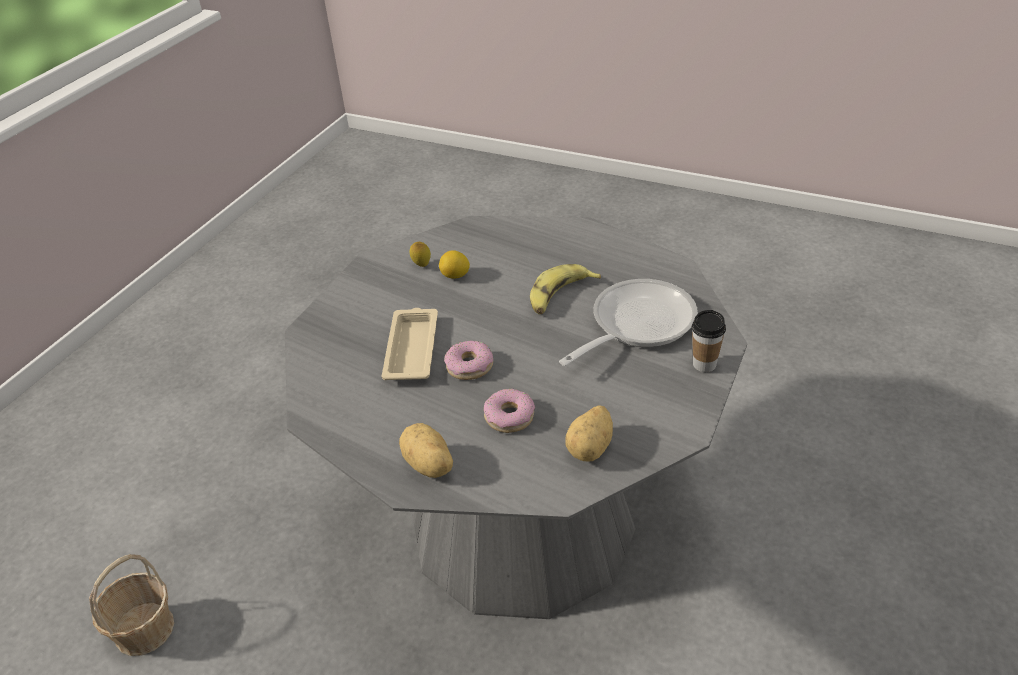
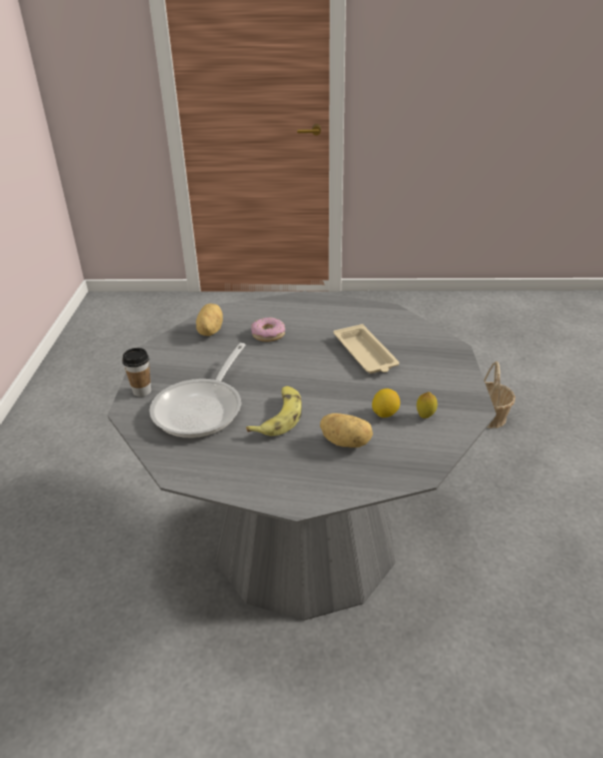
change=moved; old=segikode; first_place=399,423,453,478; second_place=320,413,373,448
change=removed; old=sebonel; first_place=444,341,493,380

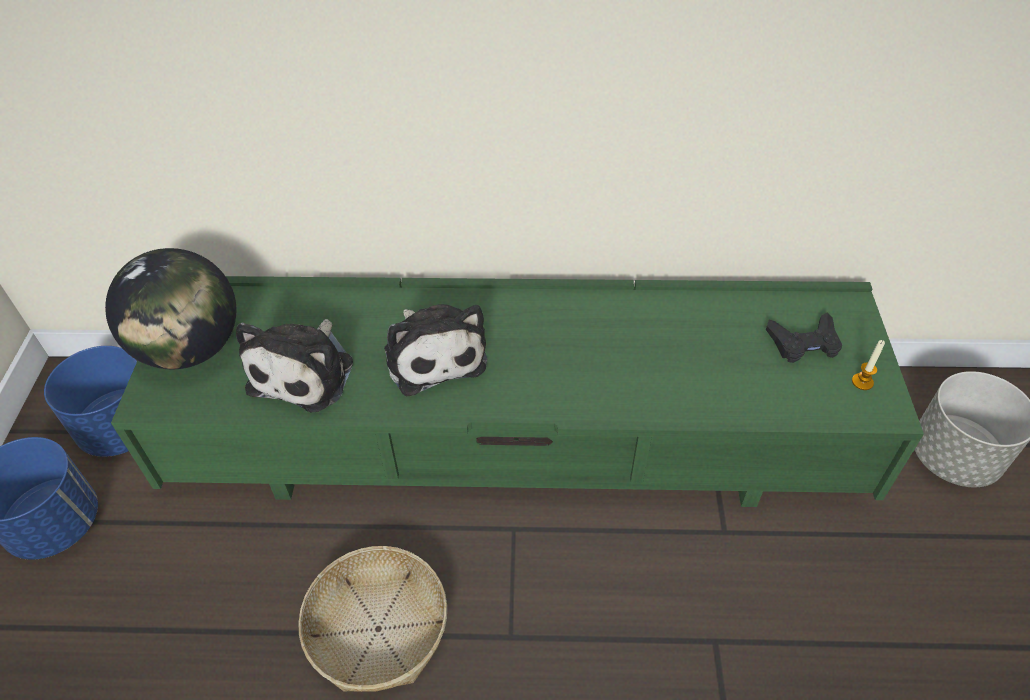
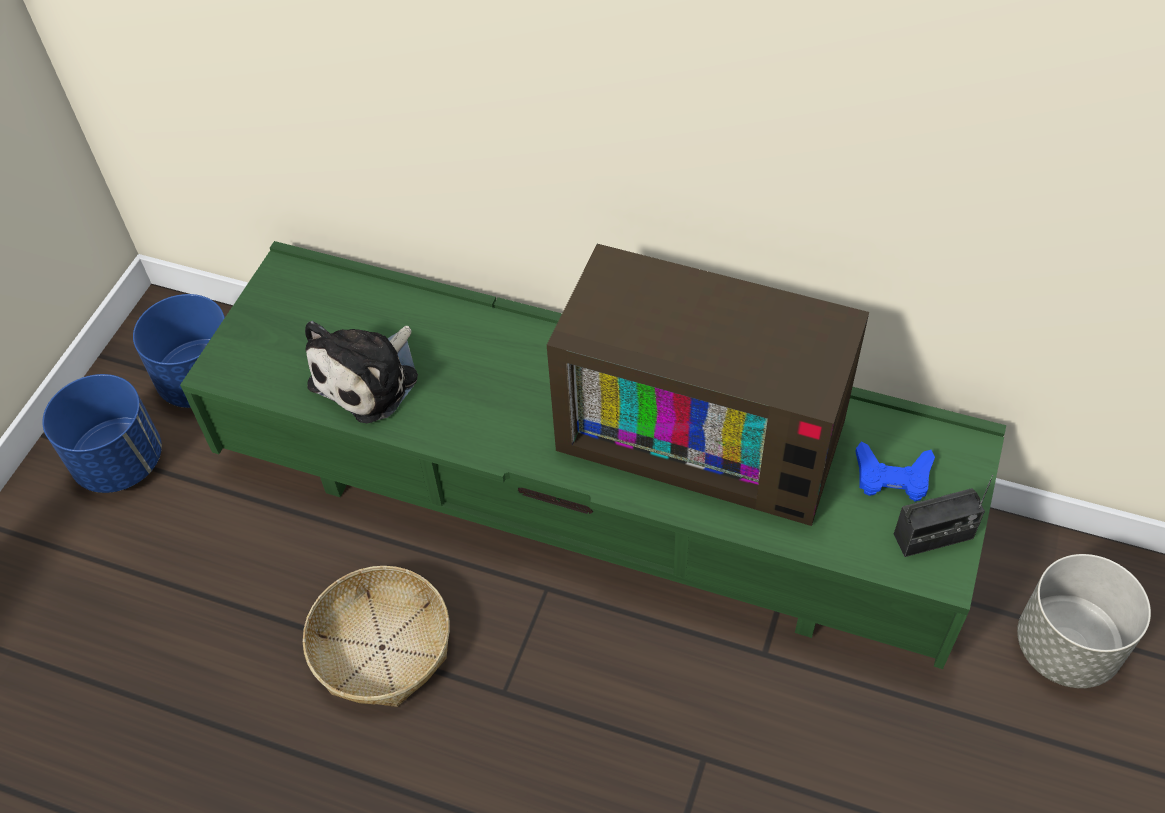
change=removed; old=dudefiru; first_place=105,248,236,369
change=removed; old=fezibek; first_place=384,304,487,396
change=recoloured; old=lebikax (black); new=lebikax (blue); first_place=766,312,842,363; second_place=855,442,935,502
change=replaced; old=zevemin; new=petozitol; first_place=852,340,885,390; second_place=894,475,993,557
change=added; new=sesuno; second_place=547,244,869,526

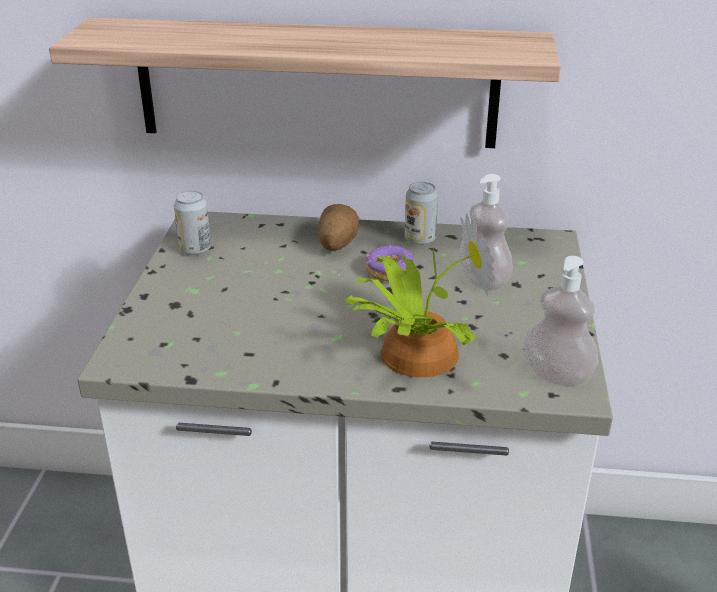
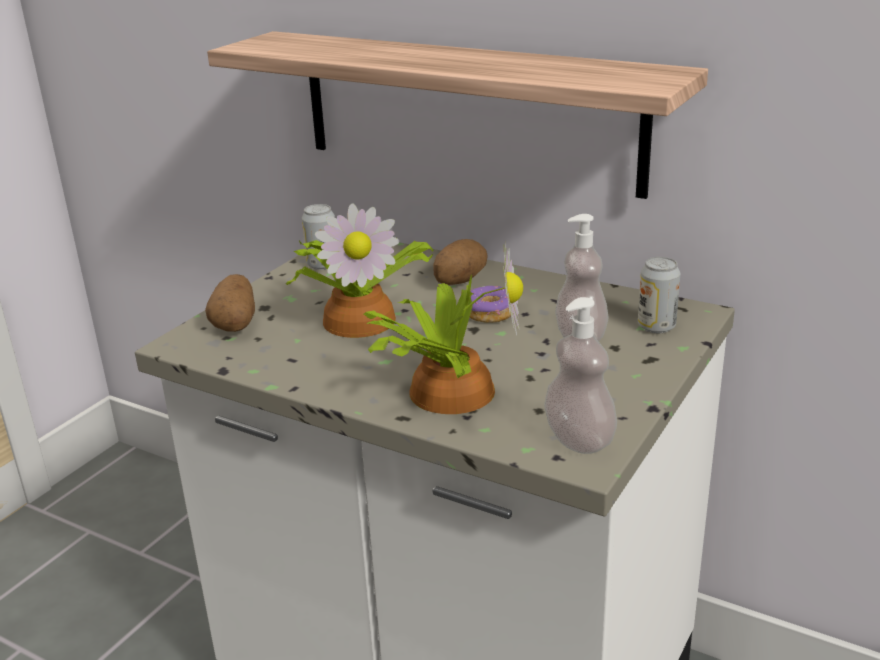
change=moved; old=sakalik; first_place=405,182,438,245; second_place=638,257,681,333
change=added; new=segikode; second_place=205,274,255,332
change=added; new=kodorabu; second_place=286,203,434,338

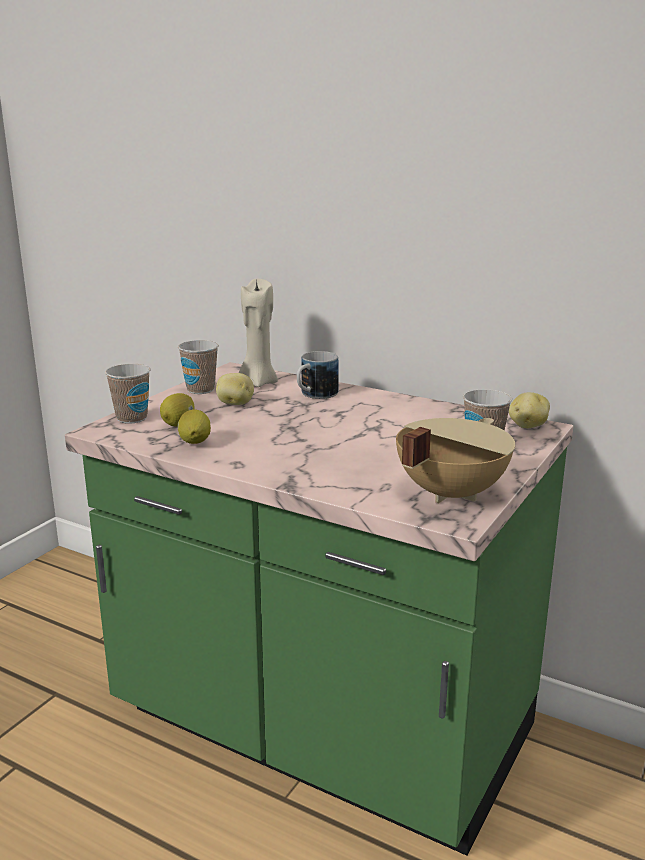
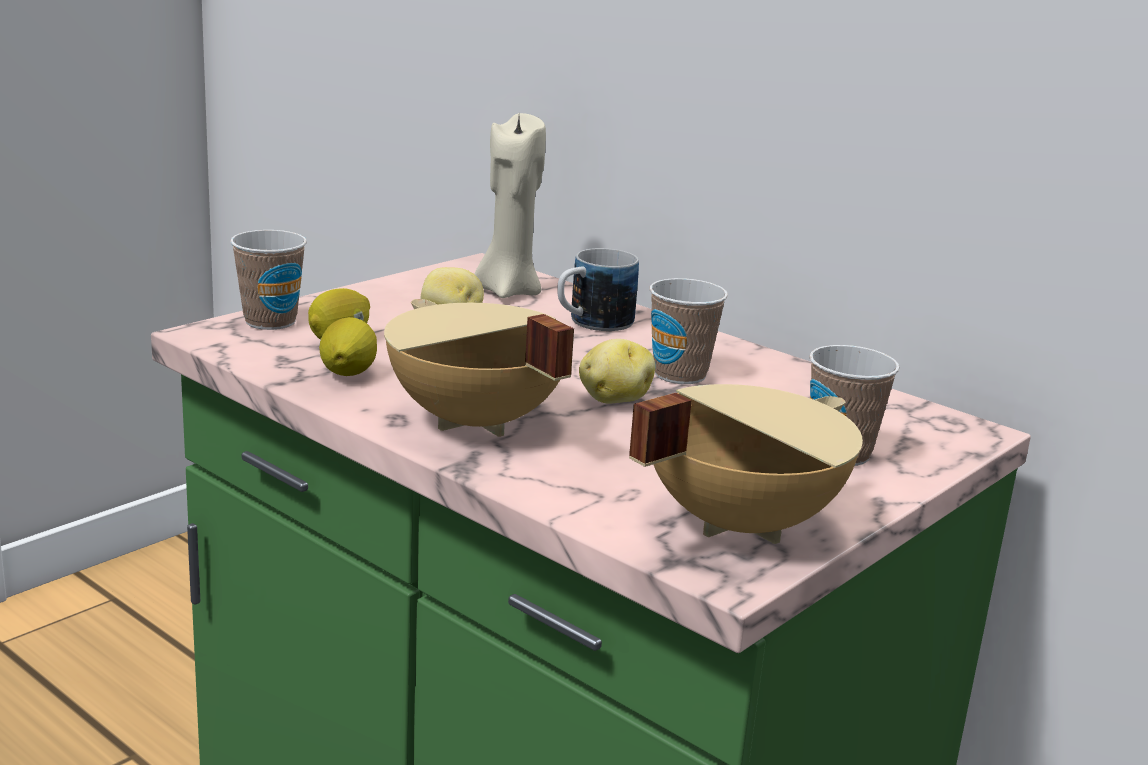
change=moved; old=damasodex; first_place=178,340,219,394; second_place=649,278,728,384
change=moved; old=segikode; first_place=509,392,550,428; second_place=579,339,655,404
change=added; new=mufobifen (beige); second_place=384,299,574,437

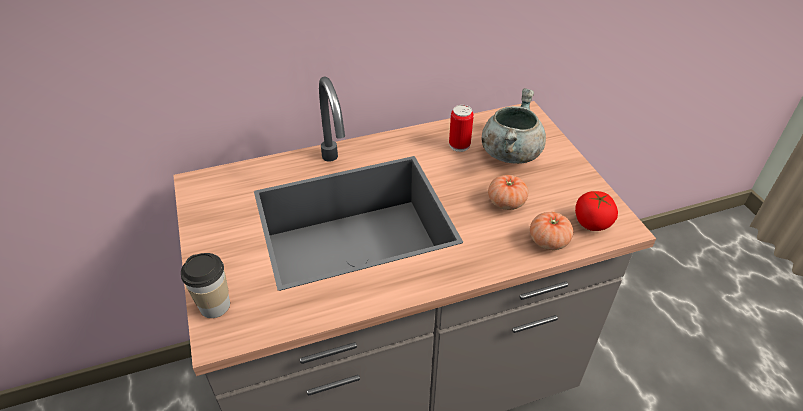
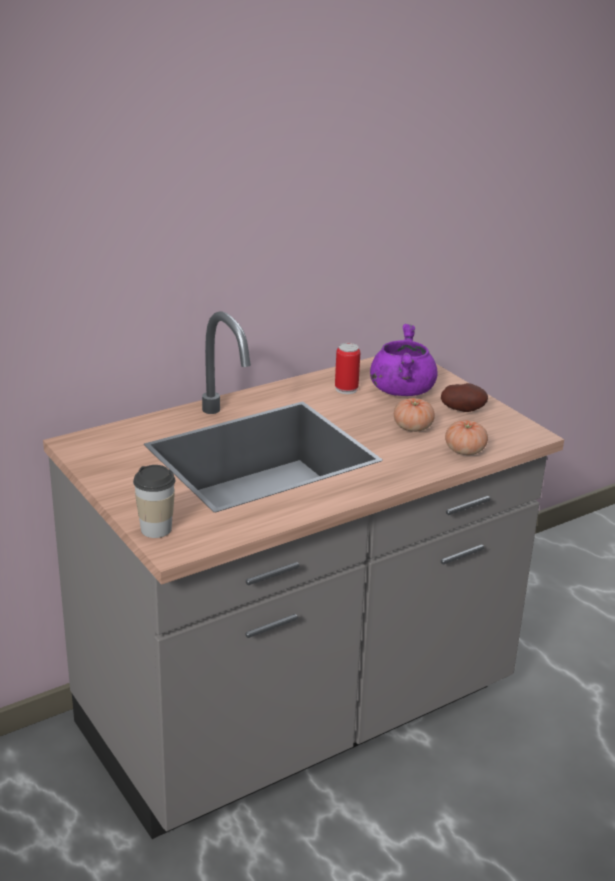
change=recoloured; old=mufobifen (grey); new=mufobifen (purple); first_place=482,88,546,164; second_place=370,324,438,396
change=removed; old=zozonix; first_place=575,191,618,231
change=added; new=segikode; second_place=441,383,488,412

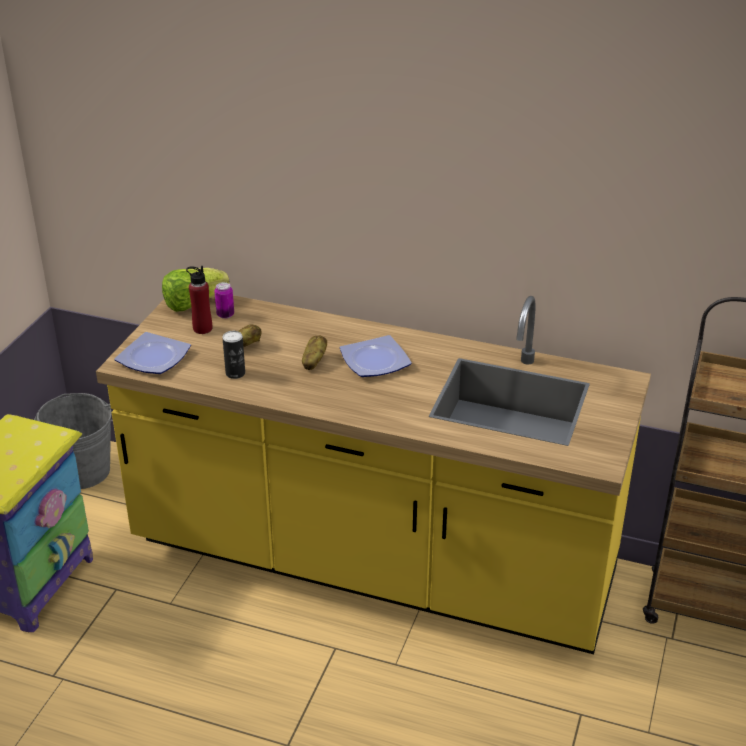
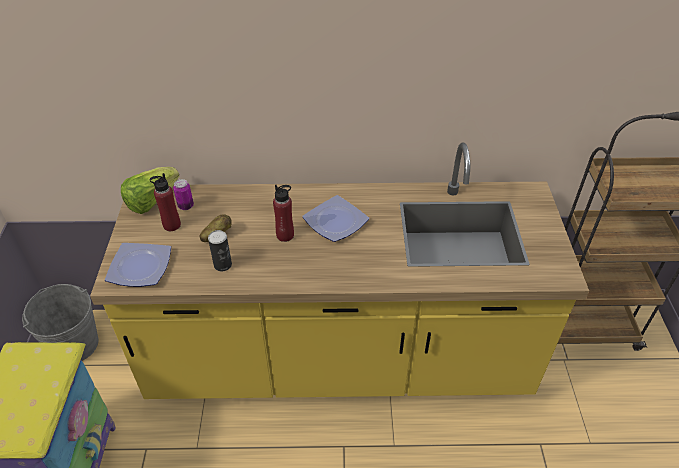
change=replaced; old=segikode; new=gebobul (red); first_place=302,336,327,370; second_place=273,185,294,242

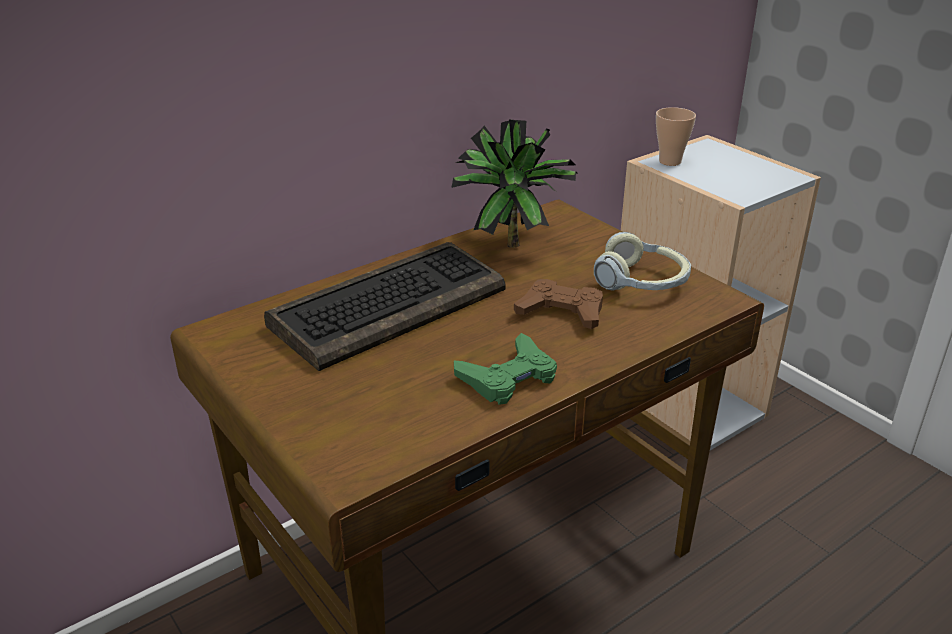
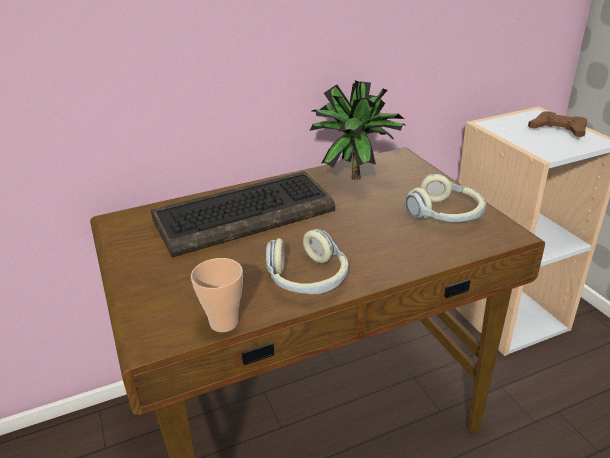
change=replaced; old=lebikax (green); new=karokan; first_place=454,333,557,405; second_place=266,229,348,294
change=moved; old=lebikax (brown); first_place=514,279,603,329; second_place=528,111,587,137
change=moved; old=damasodex; first_place=656,107,696,166; second_place=191,258,243,332

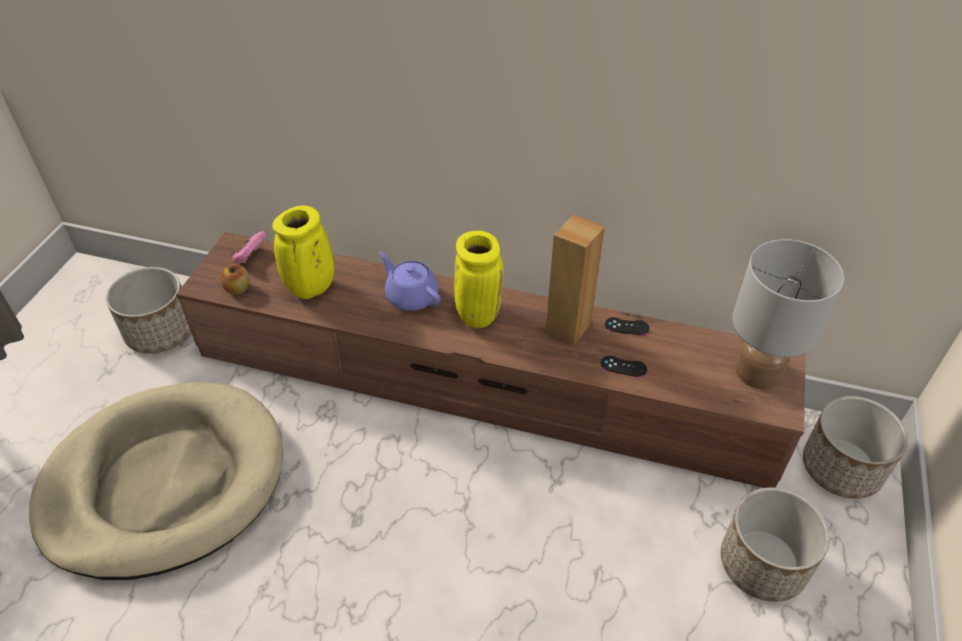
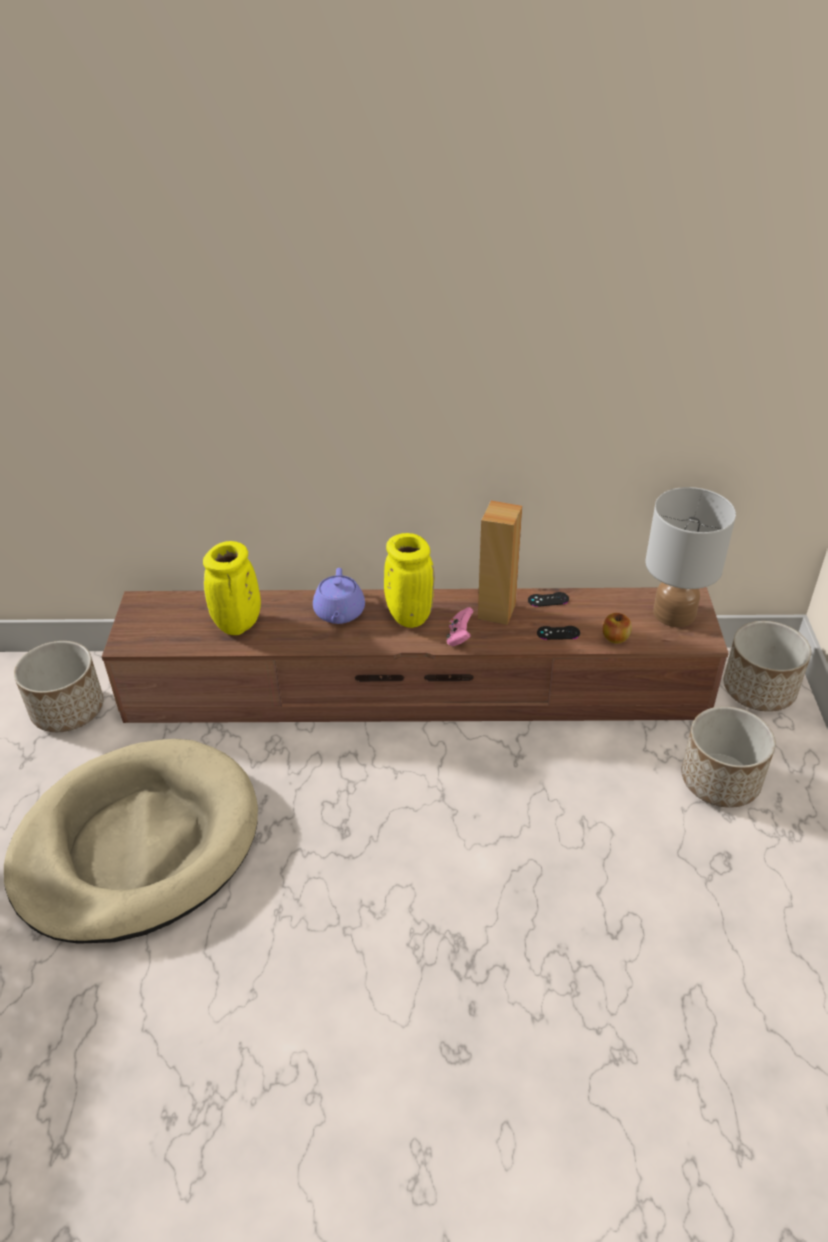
change=moved; old=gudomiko; first_place=221,264,250,294; second_place=603,613,632,644
change=moved; old=lebikax (pink); first_place=231,231,267,264; second_place=446,607,473,646
change=turned; old=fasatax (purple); first_place=379,252,440,311; second_place=313,568,365,624; degrees=-120

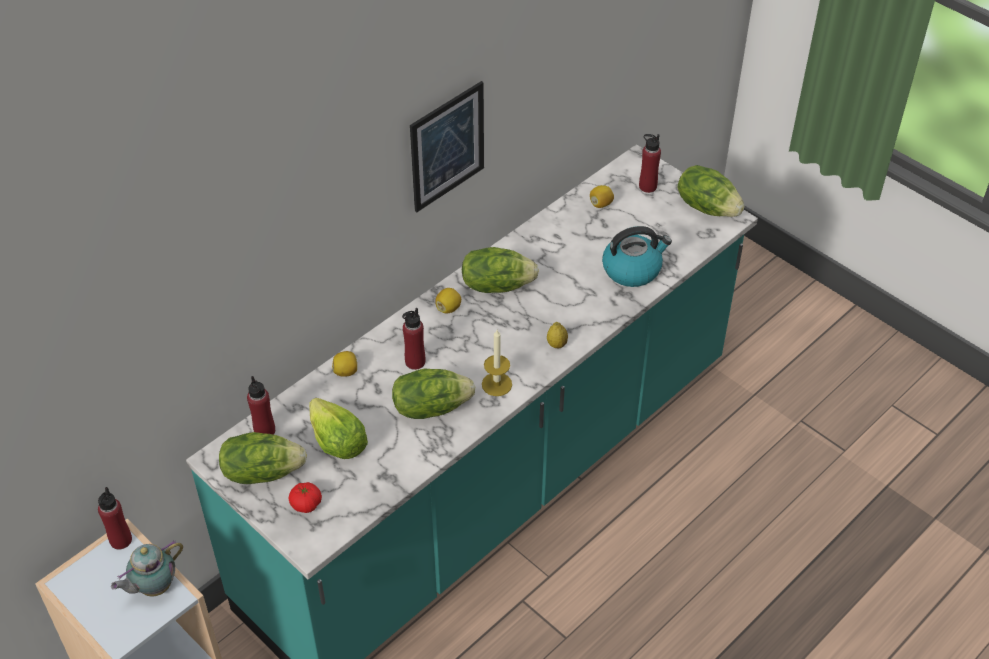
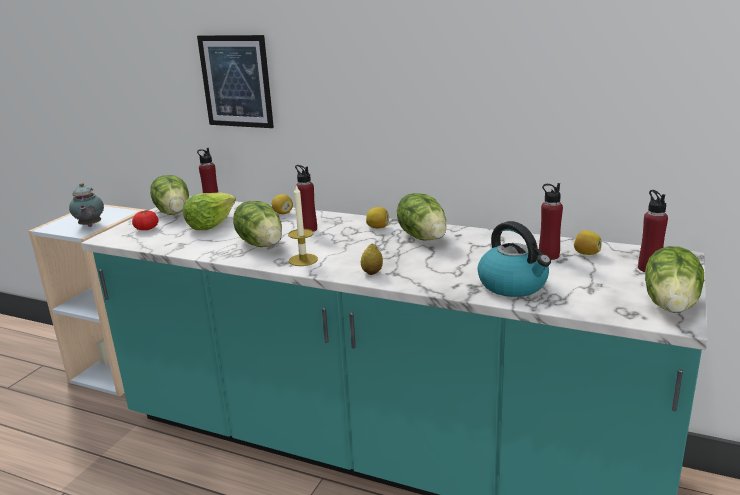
change=moved; old=gebobul (red); first_place=98,487,132,549; second_place=539,183,563,260
change=turned; old=fasatax; first_place=111,540,183,596; second_place=69,183,104,227; degrees=-135
change=moved; old=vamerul; first_place=410,81,484,212; second_place=197,35,274,128

